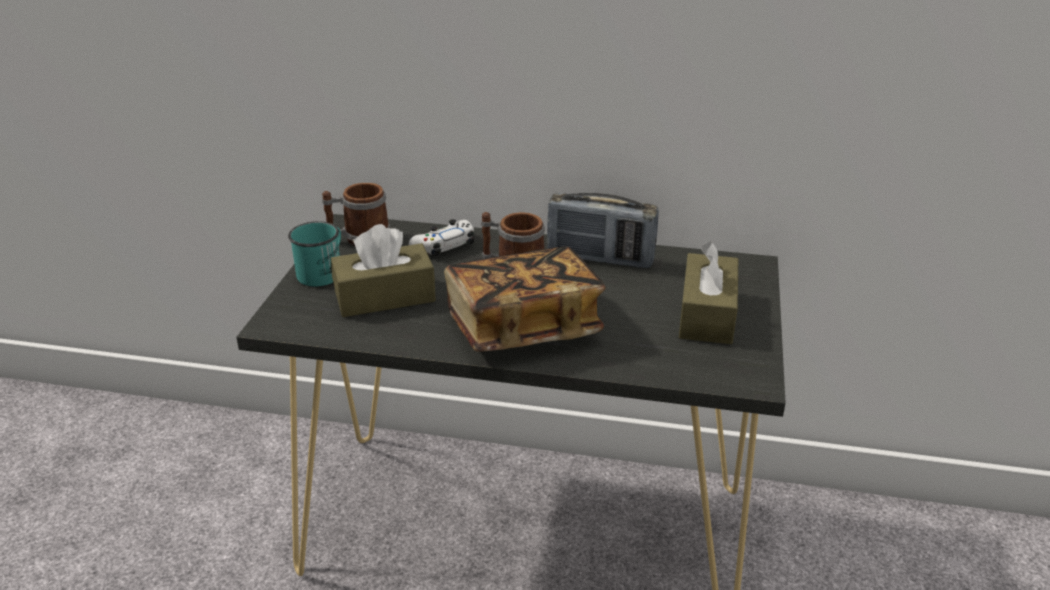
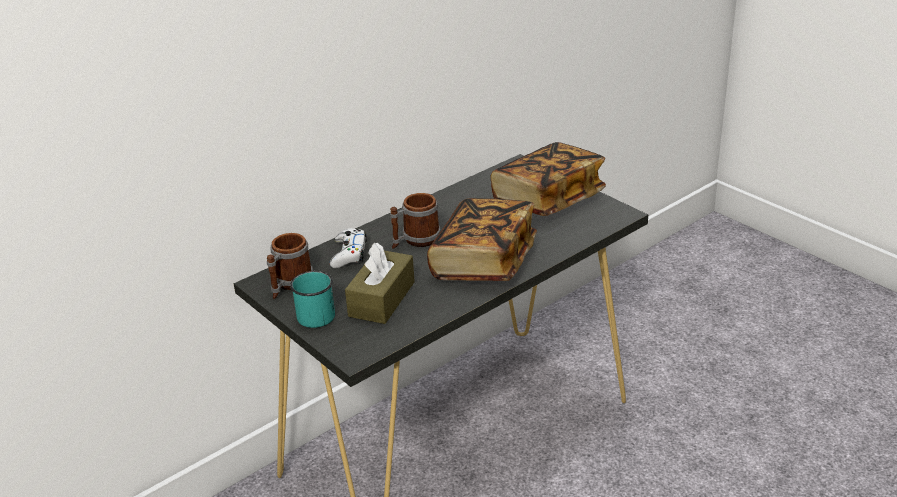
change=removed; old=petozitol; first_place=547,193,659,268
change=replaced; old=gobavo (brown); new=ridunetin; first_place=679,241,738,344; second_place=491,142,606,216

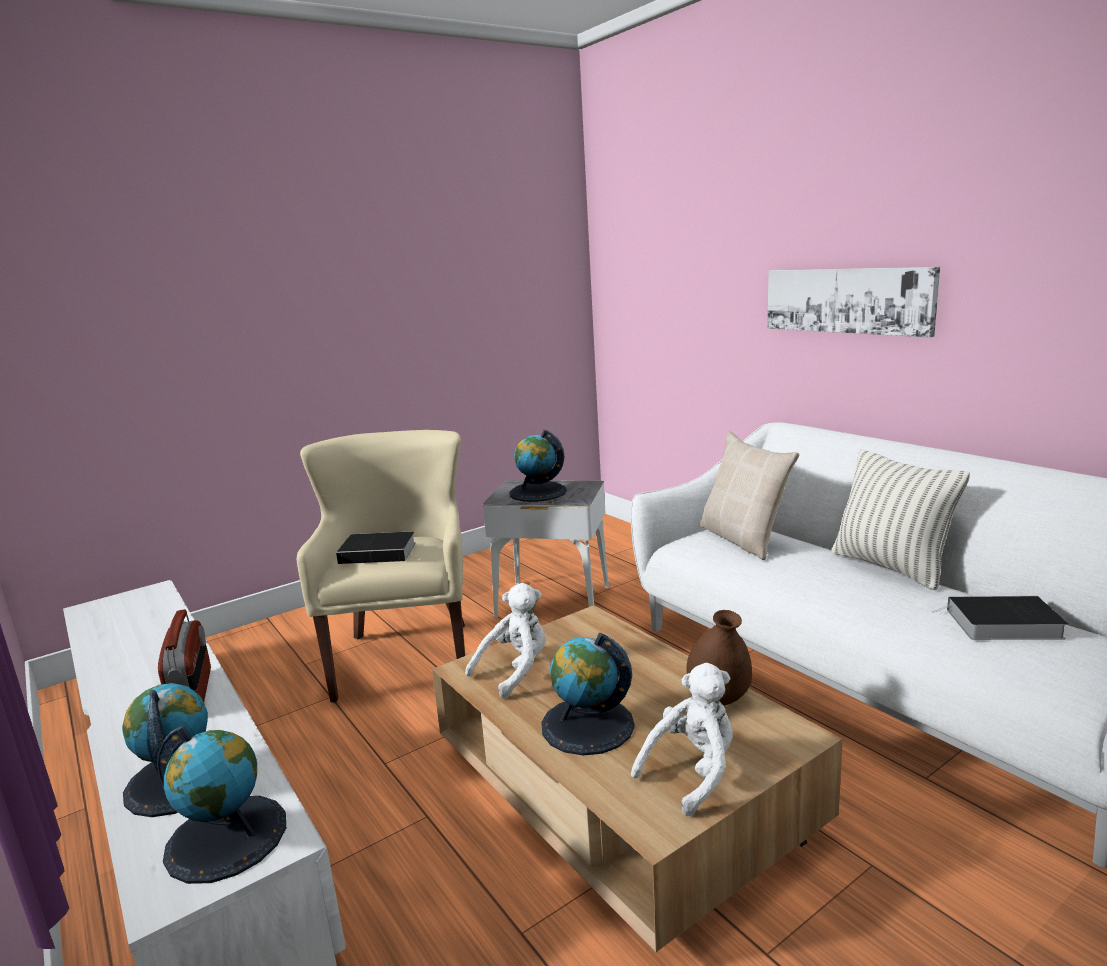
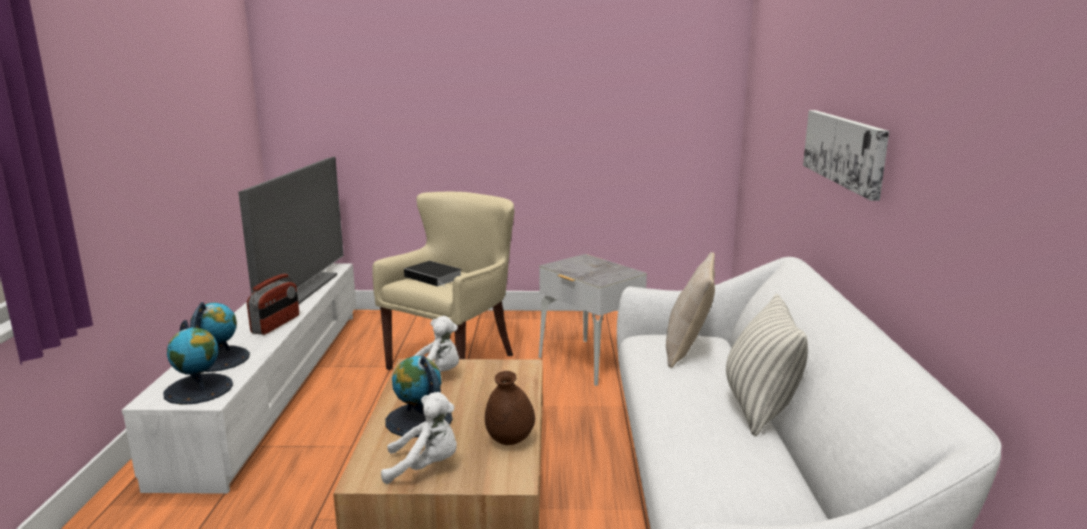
change=removed; old=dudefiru; first_place=509,430,567,502
change=removed; old=ridunetin; first_place=932,596,1068,640
change=added; new=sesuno; second_place=238,157,344,304

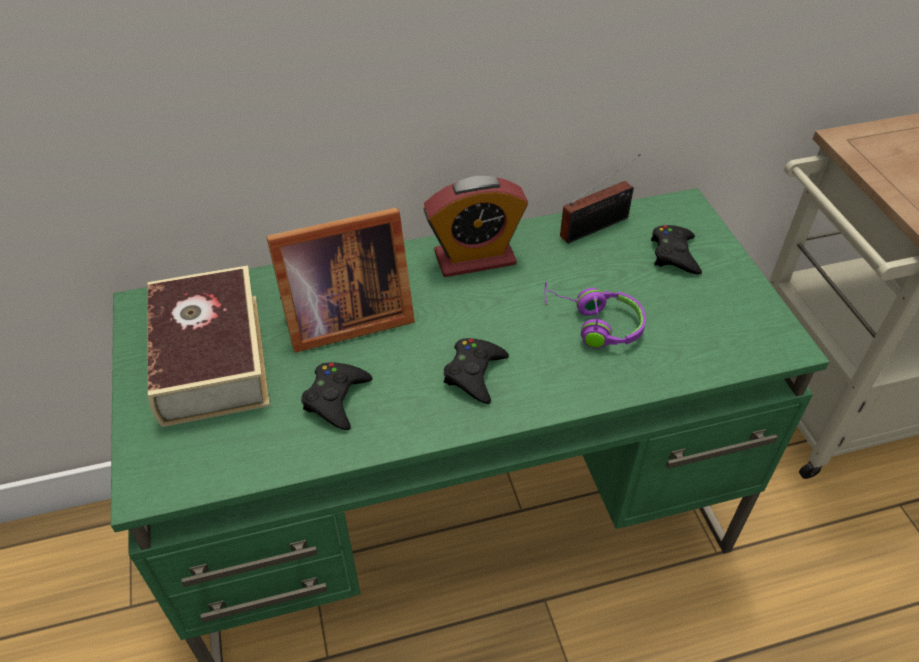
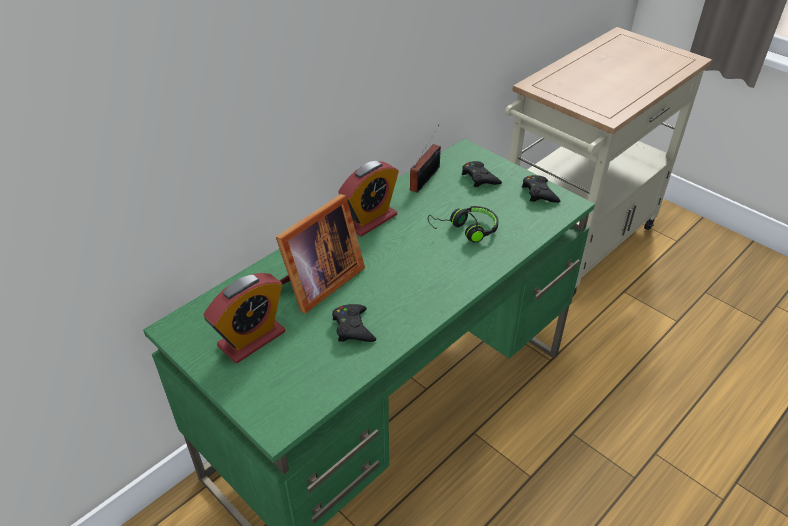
change=replaced; old=ridunetin; new=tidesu; first_place=147,265,270,427; second_place=204,273,285,363
change=moved; old=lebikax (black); first_place=444,338,509,404; second_place=522,175,560,203
change=recoloured; old=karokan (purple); new=karokan (black); first_place=545,282,646,349; second_place=428,206,499,243

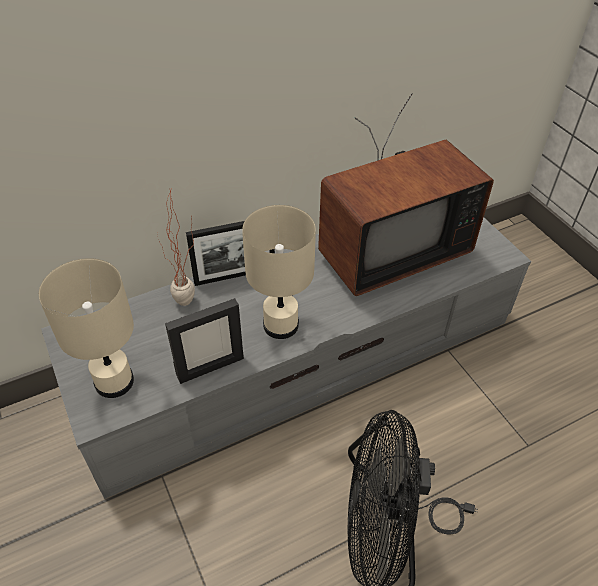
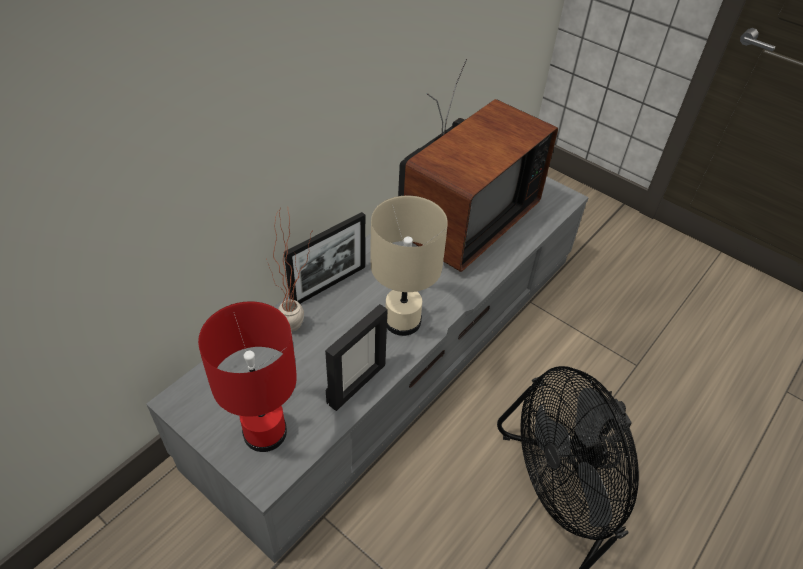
change=recoloured; old=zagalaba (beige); new=zagalaba (red); first_place=39,258,134,398; second_place=198,301,297,452

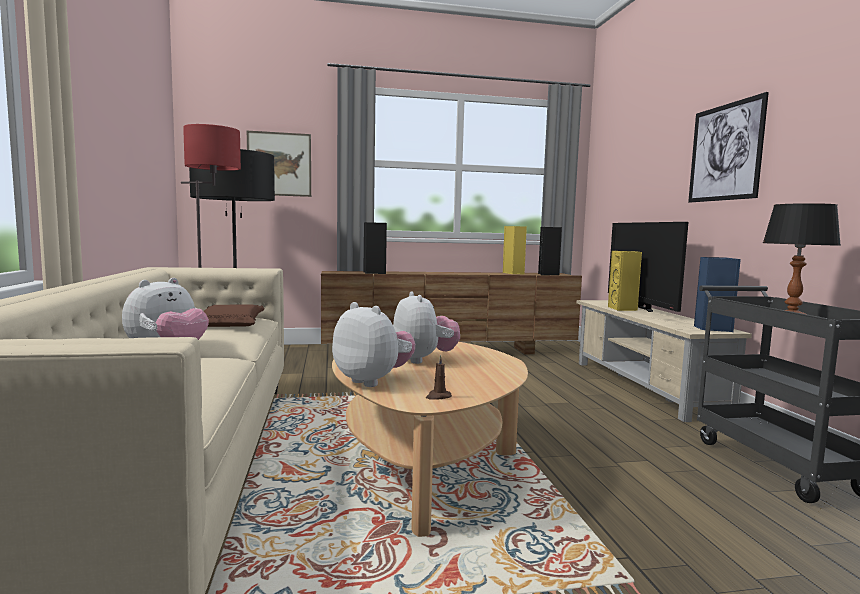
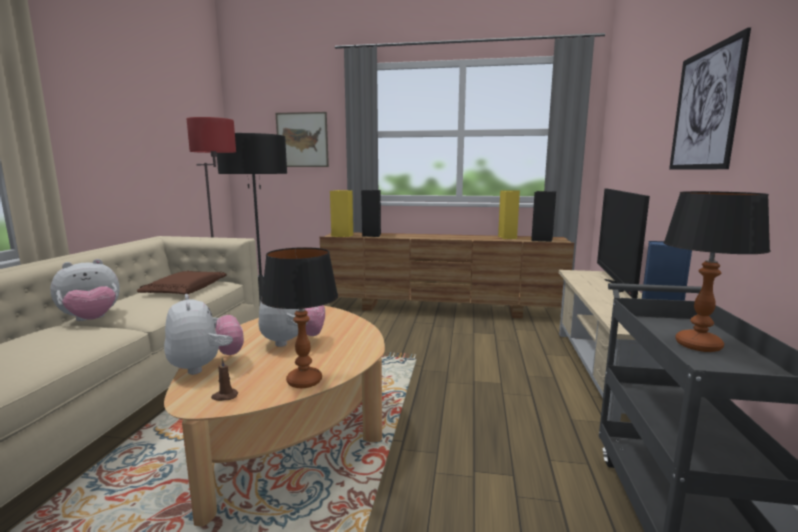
change=moved; old=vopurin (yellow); first_place=608,251,642,311; second_place=330,190,353,237
change=added; new=zagalaba; second_place=261,247,338,388

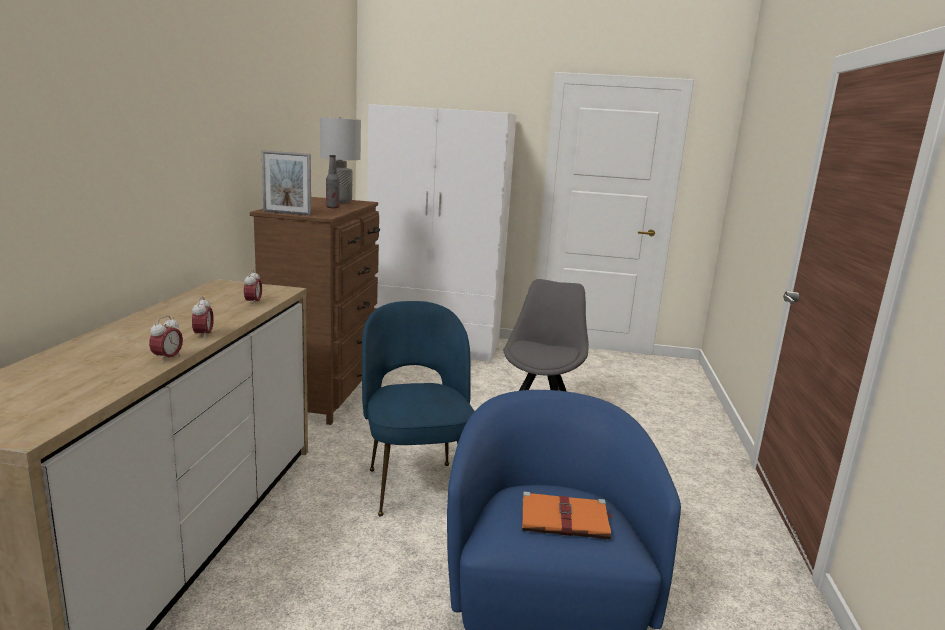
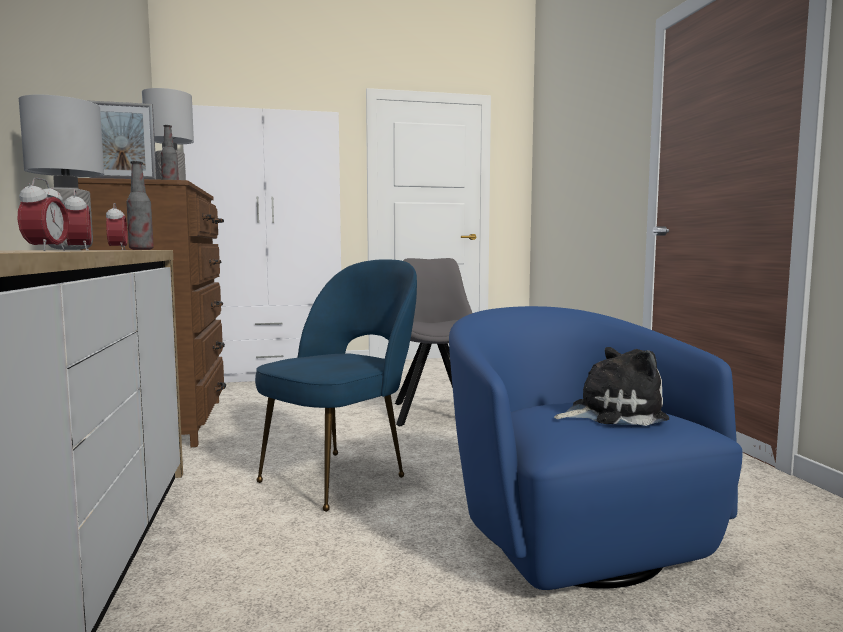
change=turned; old=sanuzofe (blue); first_place=362,301,475,517; second_place=255,259,417,512; degrees=75
change=replaced; old=ridunetin (orange); new=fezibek; first_place=522,491,613,539; second_place=554,347,669,426
change=added; new=zagalaba (grey); second_place=19,95,104,250
change=added; new=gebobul; second_place=127,161,154,250

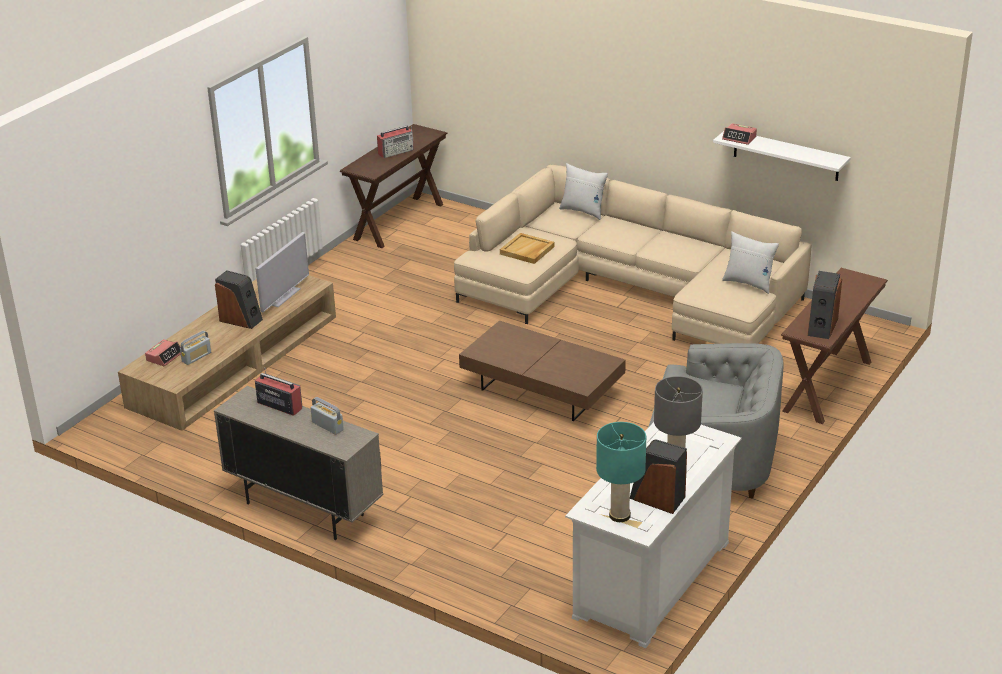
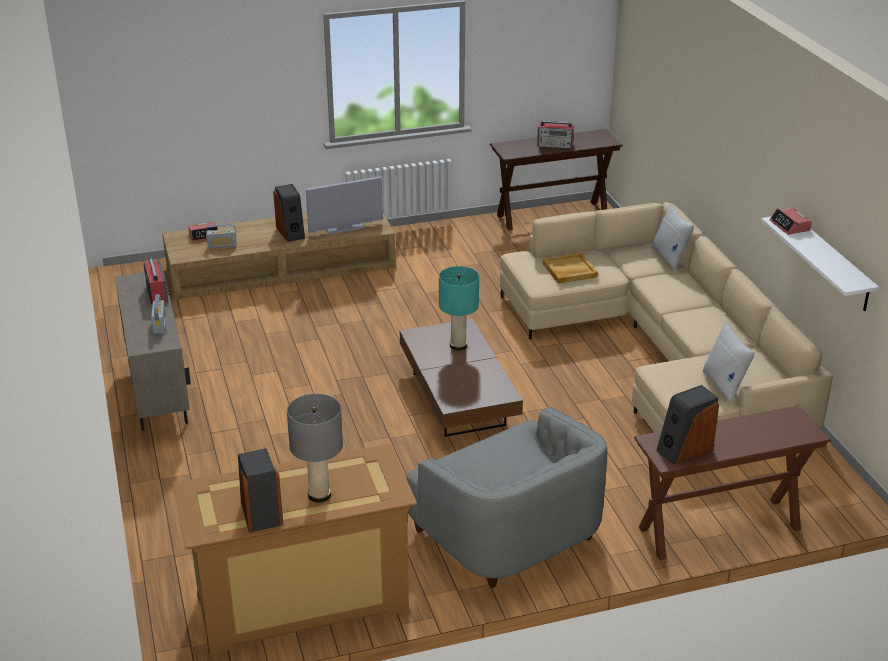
change=recoloured; old=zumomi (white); new=zumomi (brown); first_place=565,422,742,648; second_place=173,444,417,657
change=moved; old=zagalaba (turquoise); first_place=596,422,646,522; second_place=439,266,479,350

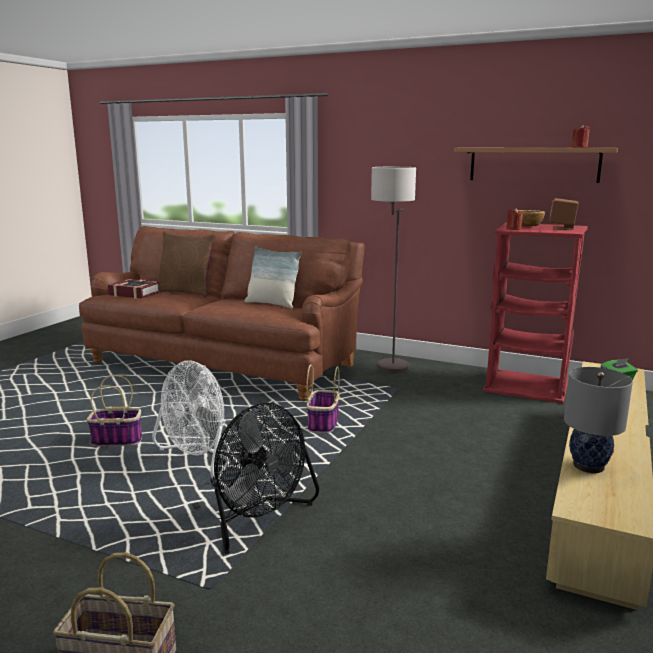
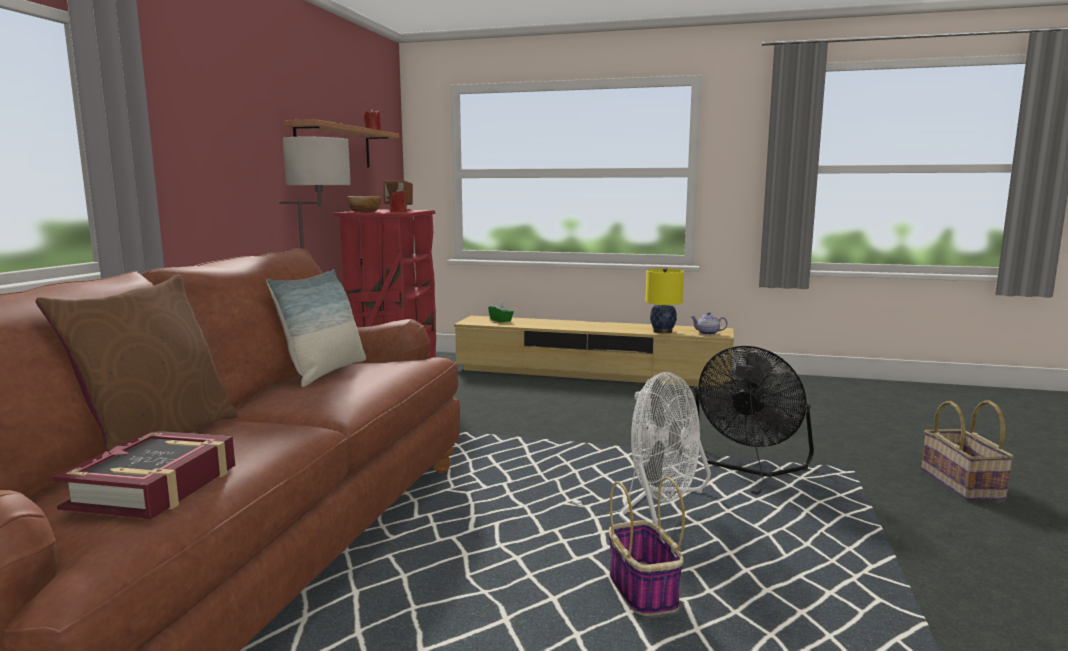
change=removed; old=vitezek; first_place=307,365,340,433
change=recoloured; old=zagalaba (grey); new=zagalaba (yellow); first_place=564,367,633,473; second_place=646,267,684,334
change=added; new=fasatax; second_place=691,312,727,335

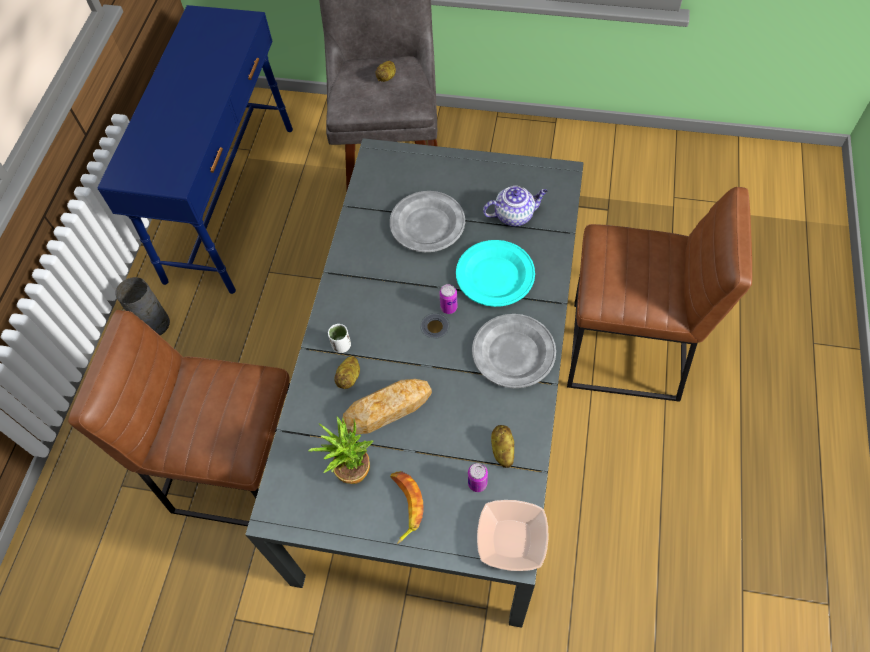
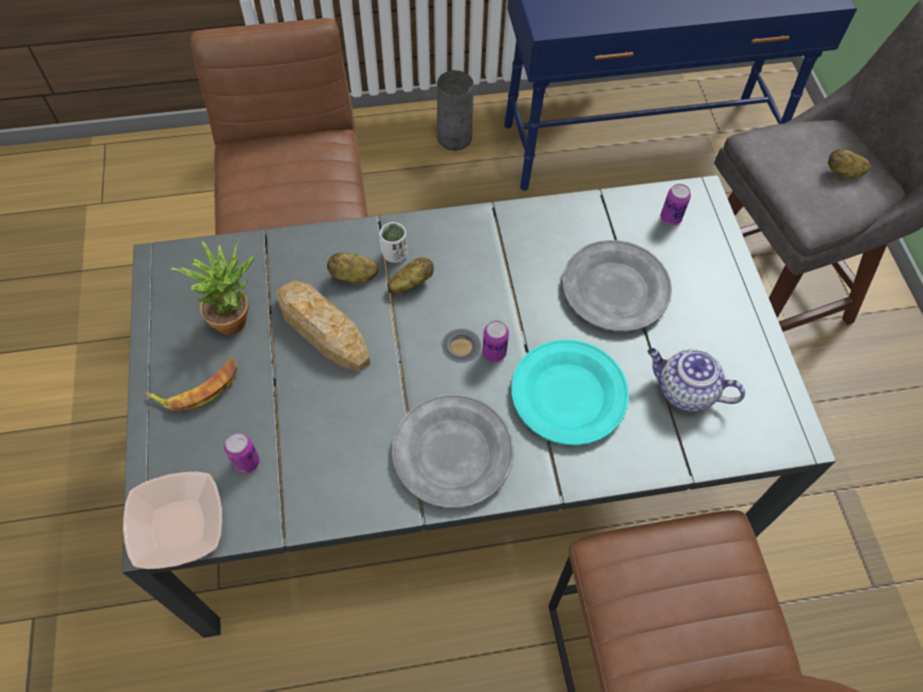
change=turned; old=fasatax; first_place=483,186,548,226; second_place=647,348,745,412; degrees=150
change=moved; old=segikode; first_place=491,425,514,468; second_place=387,257,434,294
change=added; new=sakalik; second_place=661,184,691,225

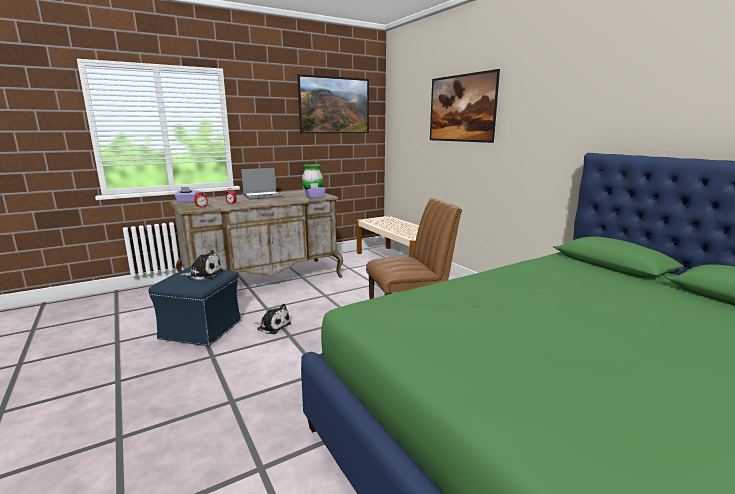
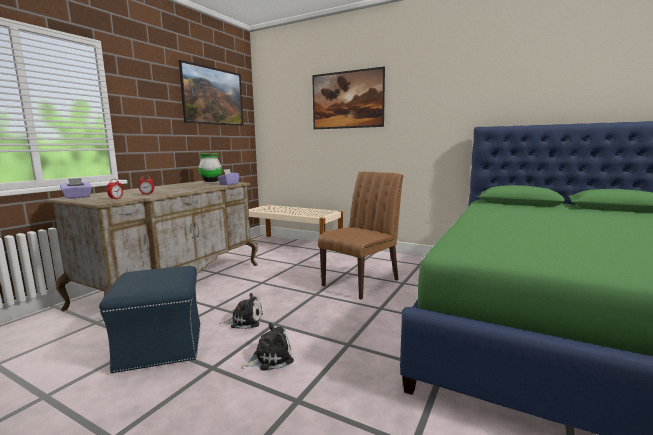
change=moved; old=fezibek; first_place=180,250,223,280; second_place=241,323,294,371
change=removed; old=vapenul; first_place=241,168,283,200

